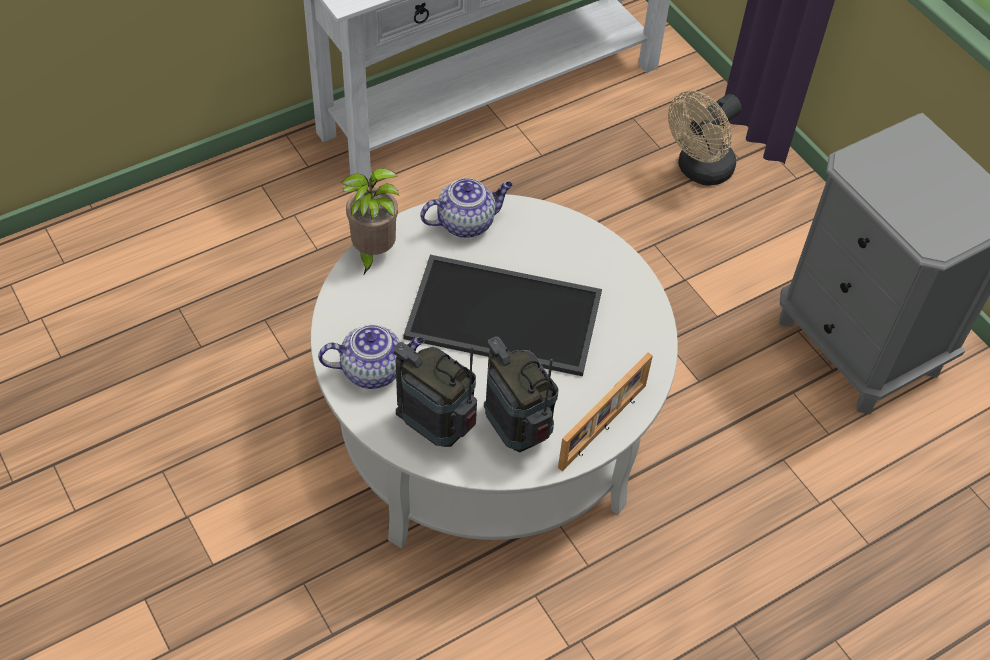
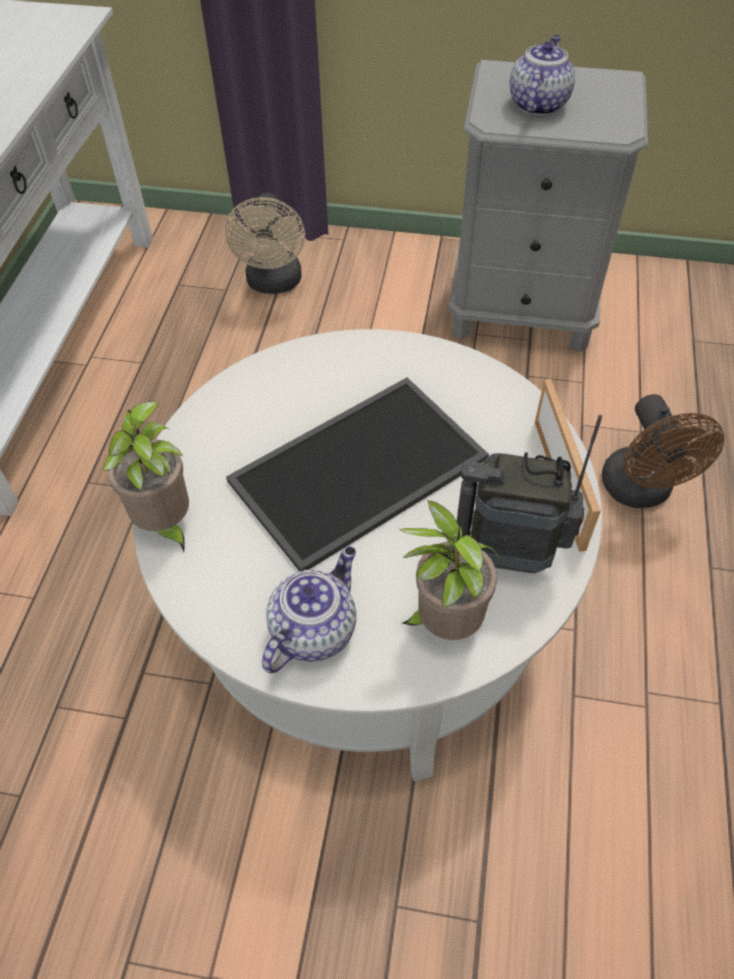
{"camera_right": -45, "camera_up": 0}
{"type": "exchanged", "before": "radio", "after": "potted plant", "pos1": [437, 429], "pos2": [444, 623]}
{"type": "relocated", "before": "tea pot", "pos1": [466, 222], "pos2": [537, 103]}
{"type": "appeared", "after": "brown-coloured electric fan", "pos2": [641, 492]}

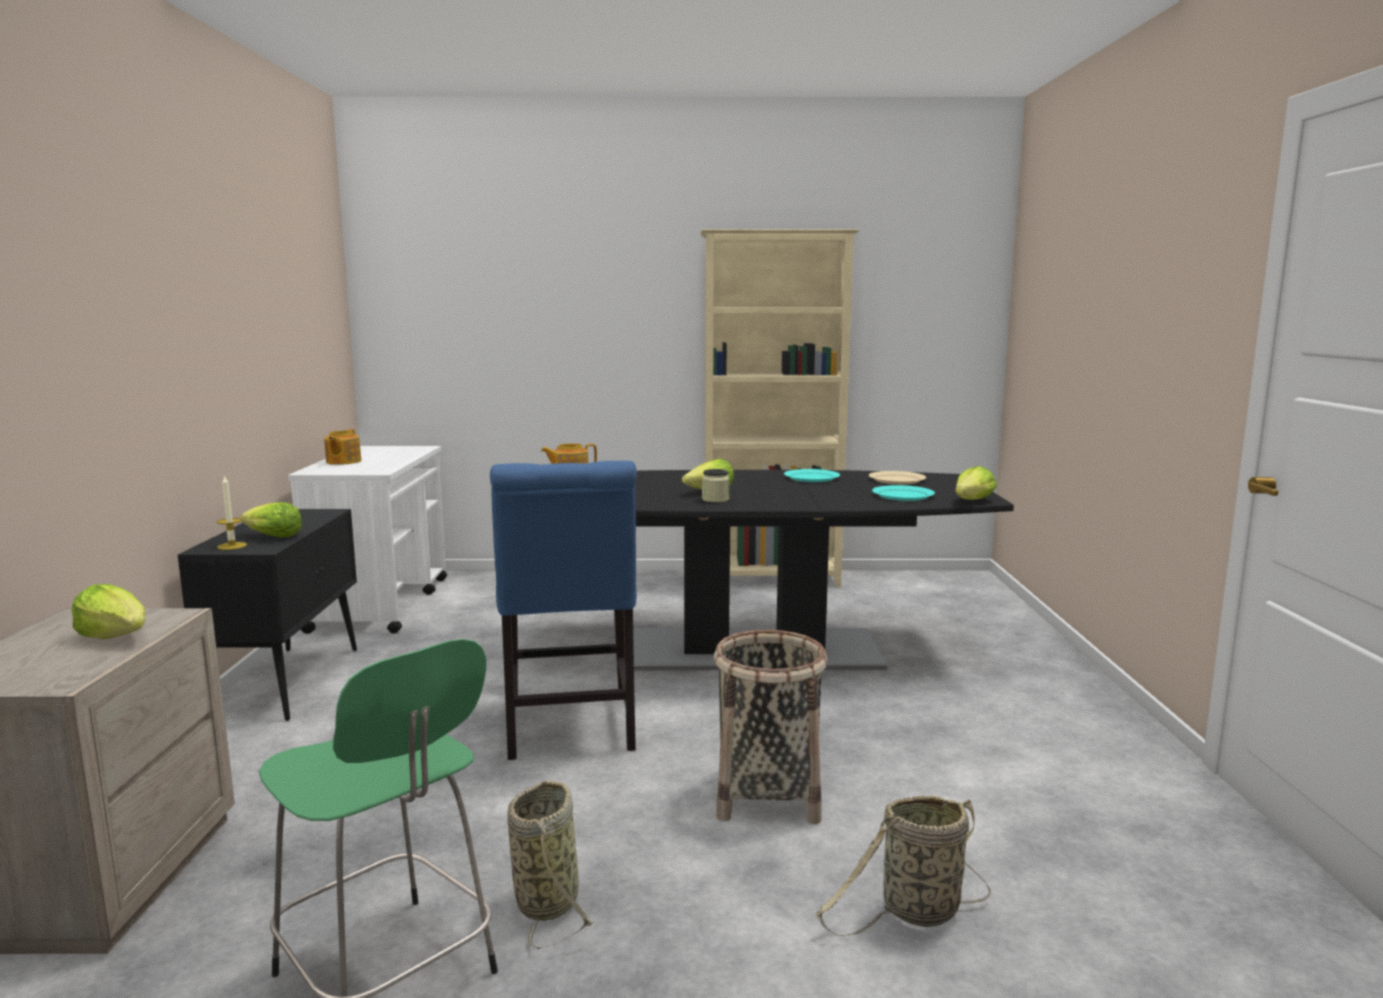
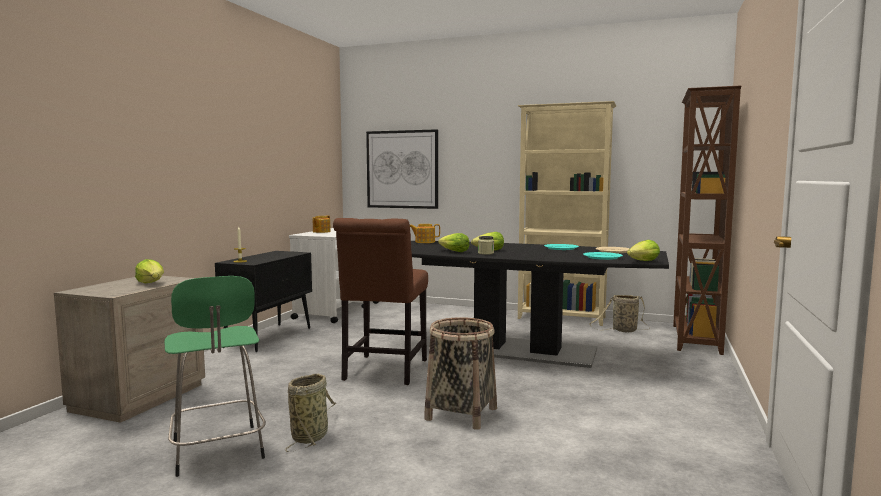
{"camera_right": 20, "camera_up": -5}
{"type": "relocated", "before": "lettuce", "pos1": [272, 536], "pos2": [454, 251]}
{"type": "colour", "before": "blue-coloured chair", "after": "brown-coloured chair", "pos1": [569, 728], "pos2": [383, 371]}
{"type": "relocated", "before": "storage basket", "pos1": [915, 913], "pos2": [622, 330]}
{"type": "appeared", "after": "wall picture", "pos2": [402, 169]}
{"type": "appeared", "after": "brown-coloured bookcase", "pos2": [695, 339]}

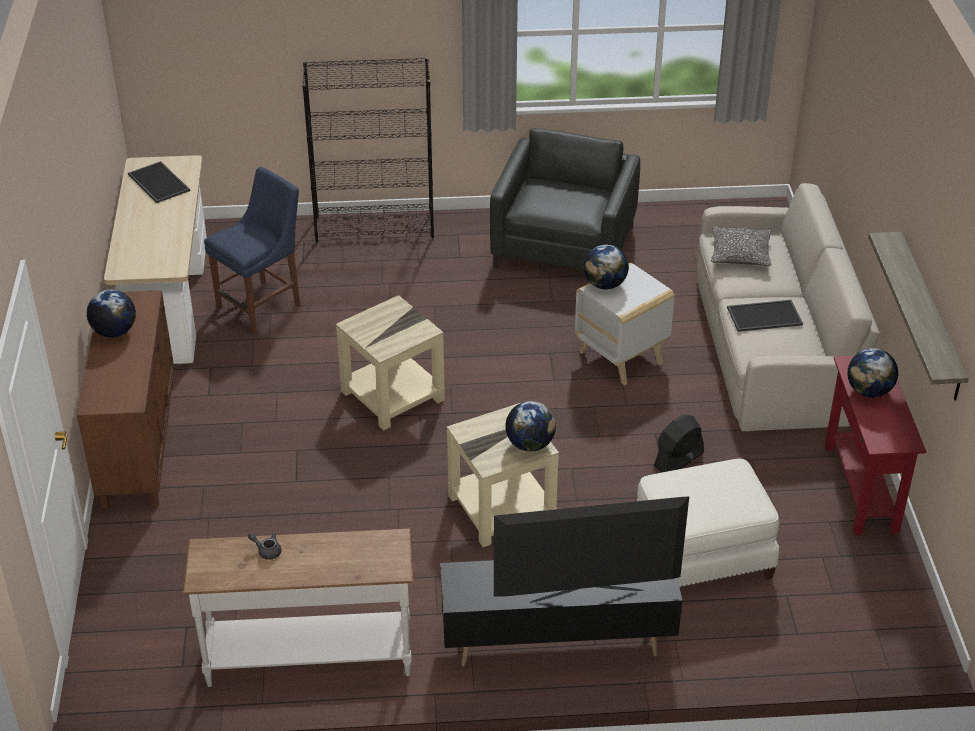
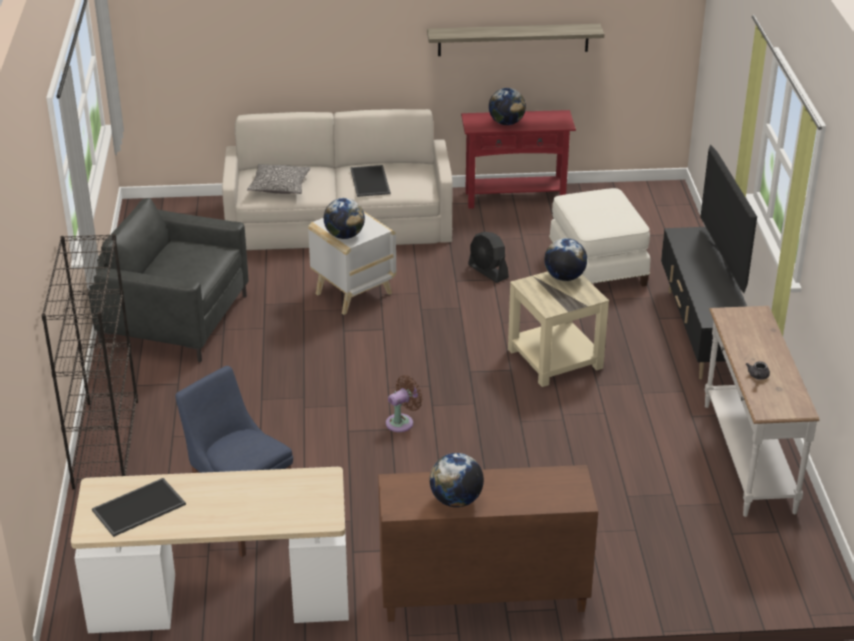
{"camera_right": -90, "camera_up": -5}
{"type": "exchanged", "before": "sand-coloured accent table", "after": "brown-coloured electric fan", "pos1": [392, 394], "pos2": [402, 422]}

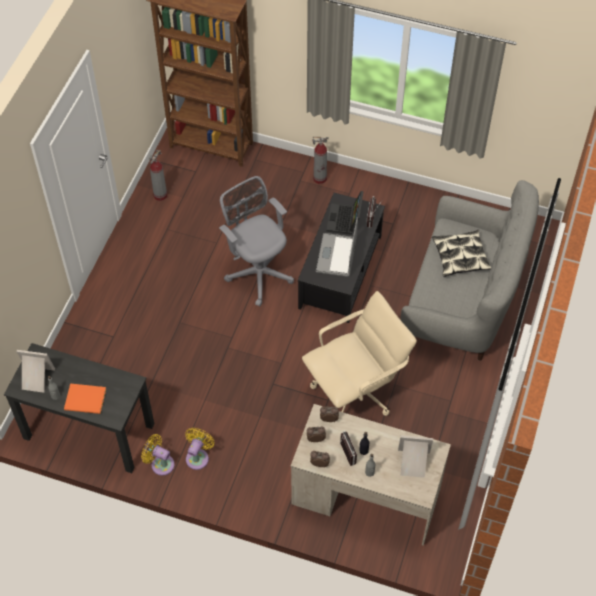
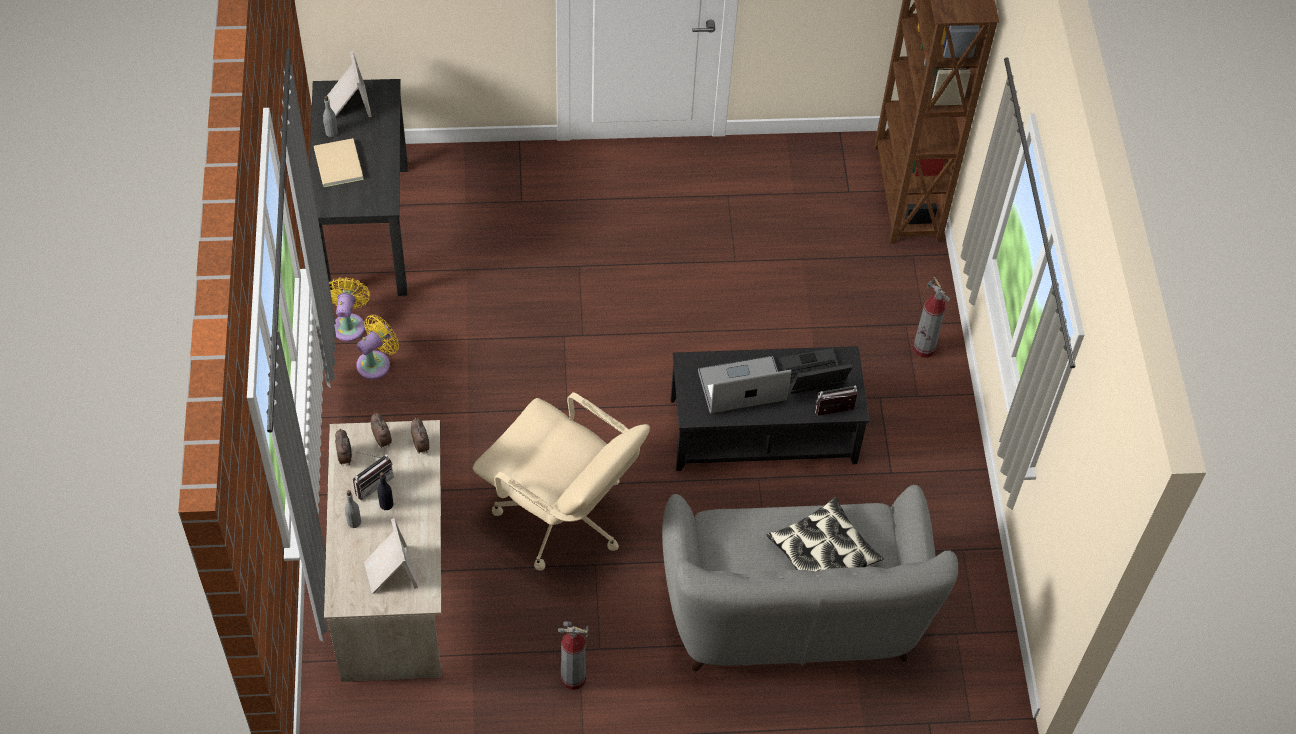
{"camera_right": 65, "camera_up": 0}
{"type": "colour", "before": "orangey volume", "after": "sand-coloured volume", "pos1": [86, 400], "pos2": [337, 165]}
{"type": "relocated", "before": "extinguisher", "pos1": [160, 195], "pos2": [573, 678]}
{"type": "spun", "before": "yellow-coloured electric fan", "pos1": [198, 457], "pos2": [376, 363], "turn": -45}
{"type": "missing", "before": "grey office chair", "pos1": [258, 271]}

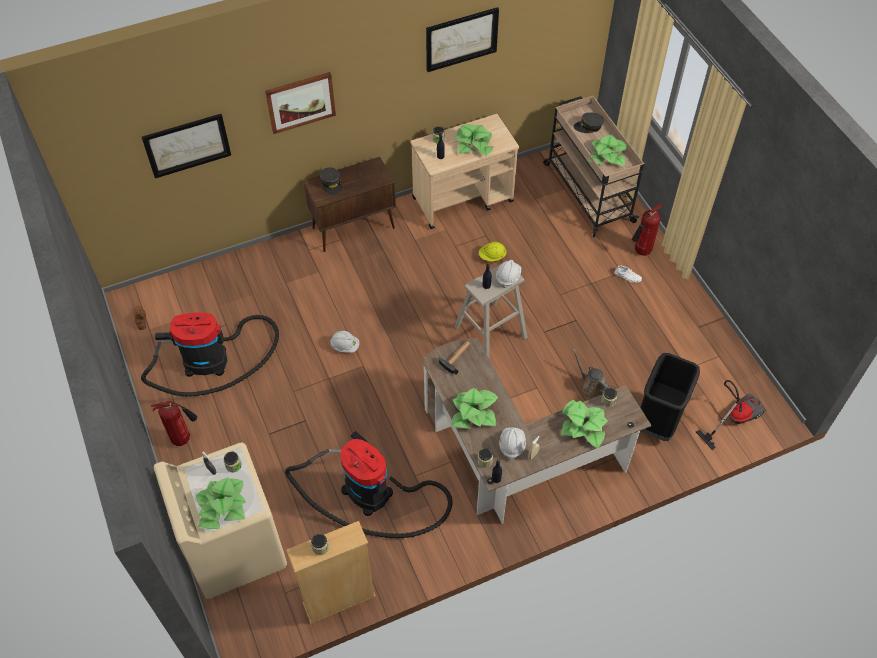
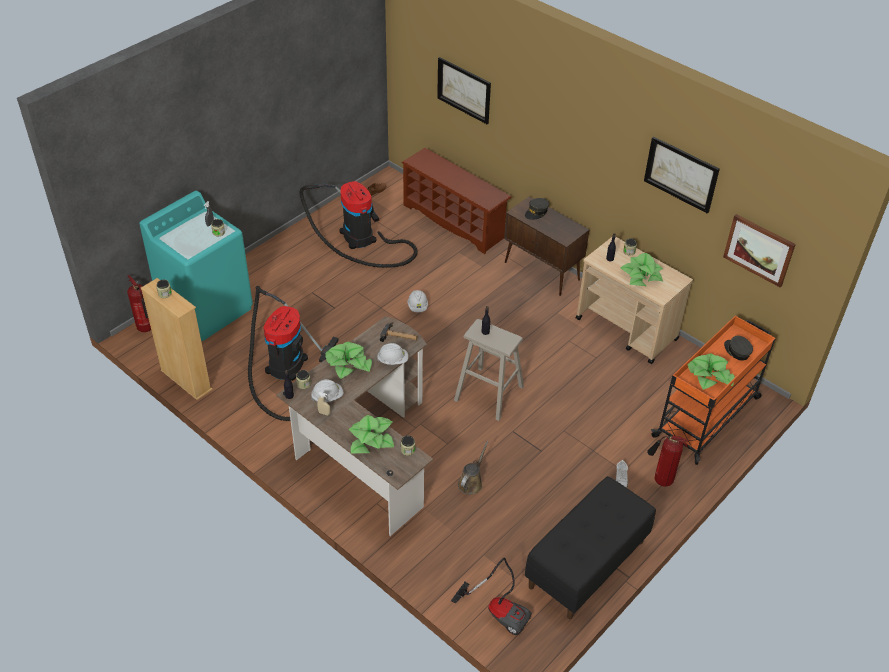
{"camera_right": 65, "camera_up": -10}
{"type": "relocated", "before": "extinguisher", "pos1": [183, 438], "pos2": [147, 329]}
{"type": "colour", "before": "sand-coloured washing machine", "after": "turquoise-coloured washing machine", "pos1": [235, 548], "pos2": [207, 308]}
{"type": "missing", "before": "potted plant", "pos1": [222, 506]}
{"type": "relocated", "before": "wall picture", "pos1": [300, 102], "pos2": [759, 249]}
{"type": "missing", "before": "yellow-coloured safety helmet", "pos1": [492, 257]}
{"type": "relocated", "before": "white-coloured safety helmet", "pos1": [508, 277], "pos2": [393, 360]}
{"type": "colour", "before": "sand-coloured trolley", "after": "orangey trolley", "pos1": [587, 191], "pos2": [707, 416]}
{"type": "missing", "before": "black rubbish bin", "pos1": [658, 421]}
{"type": "appeared", "after": "brown-coloured shoe shelf", "pos2": [454, 221]}
{"type": "appeared", "after": "black indoor bench", "pos2": [586, 565]}

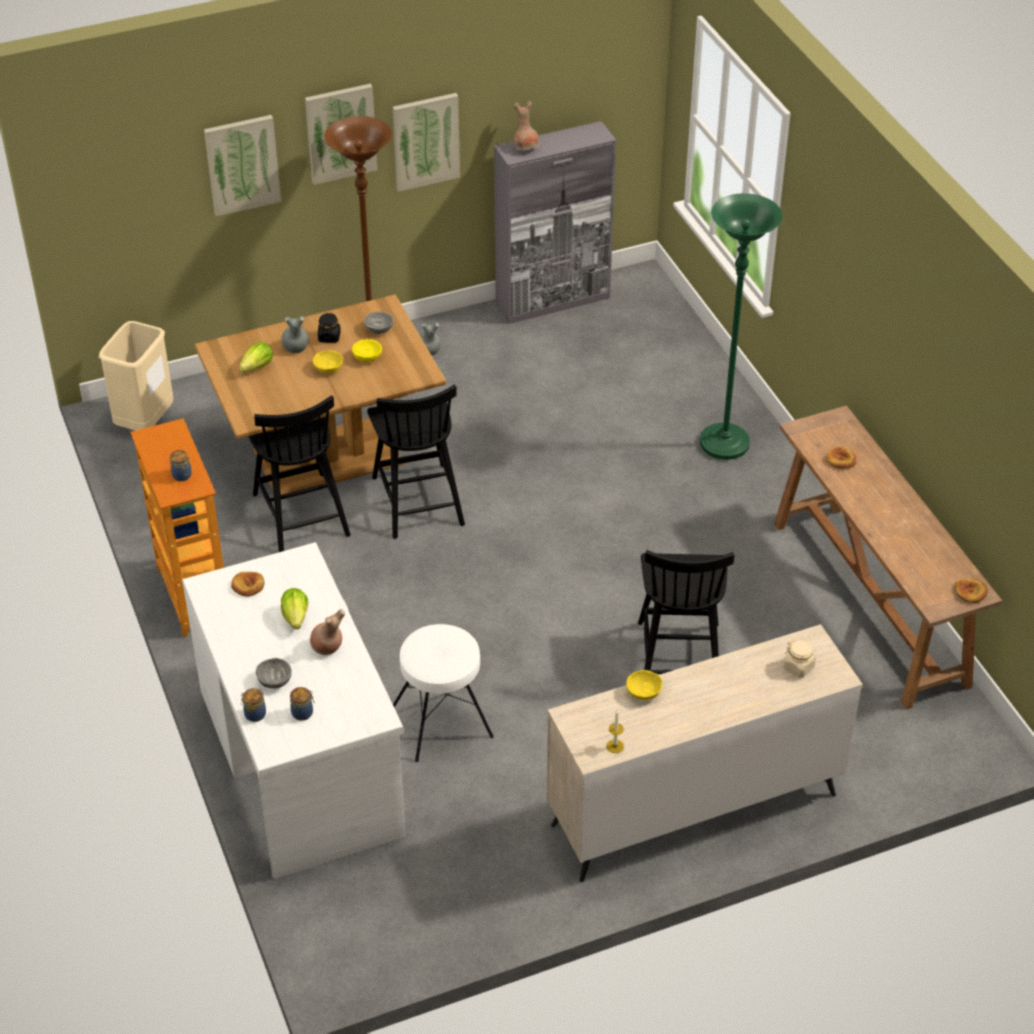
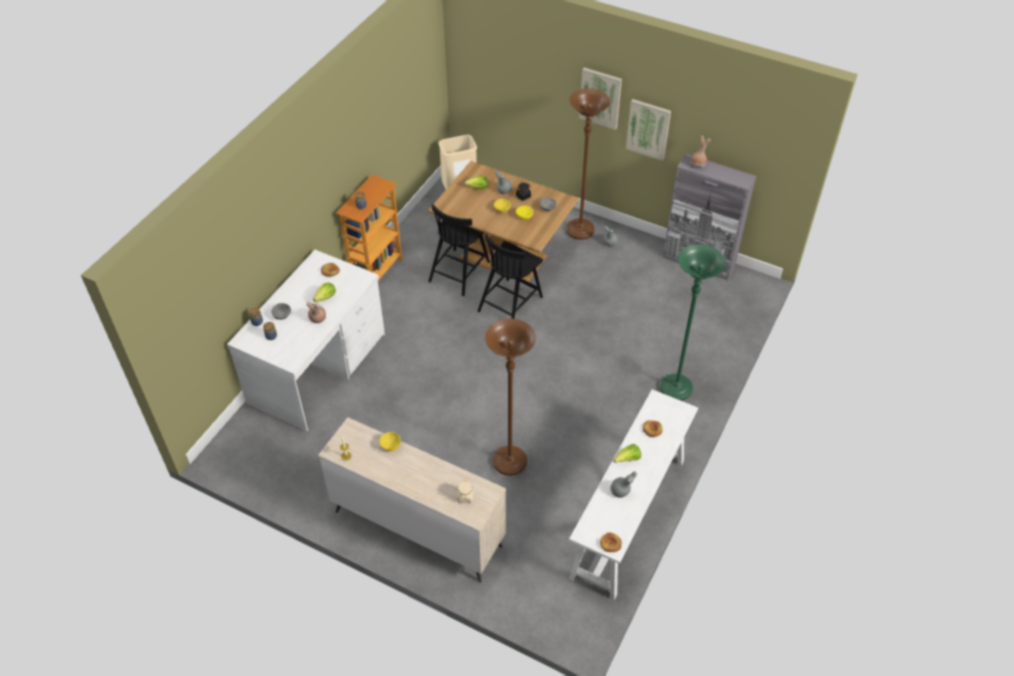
{"camera_right": 50, "camera_up": 5}
{"type": "missing", "before": "wall picture", "pos1": [242, 164]}
{"type": "missing", "before": "white-coloured stool", "pos1": [442, 723]}
{"type": "exchanged", "before": "black chair", "after": "brown-coloured standard lamp", "pos1": [679, 657], "pos2": [509, 462]}
{"type": "colour", "before": "brown-coloured hall table", "after": "white-coloured hall table", "pos1": [870, 603], "pos2": [628, 518]}
{"type": "appeared", "after": "grey decorative vase", "pos2": [620, 492]}
{"type": "appeared", "after": "lettuce", "pos2": [627, 459]}

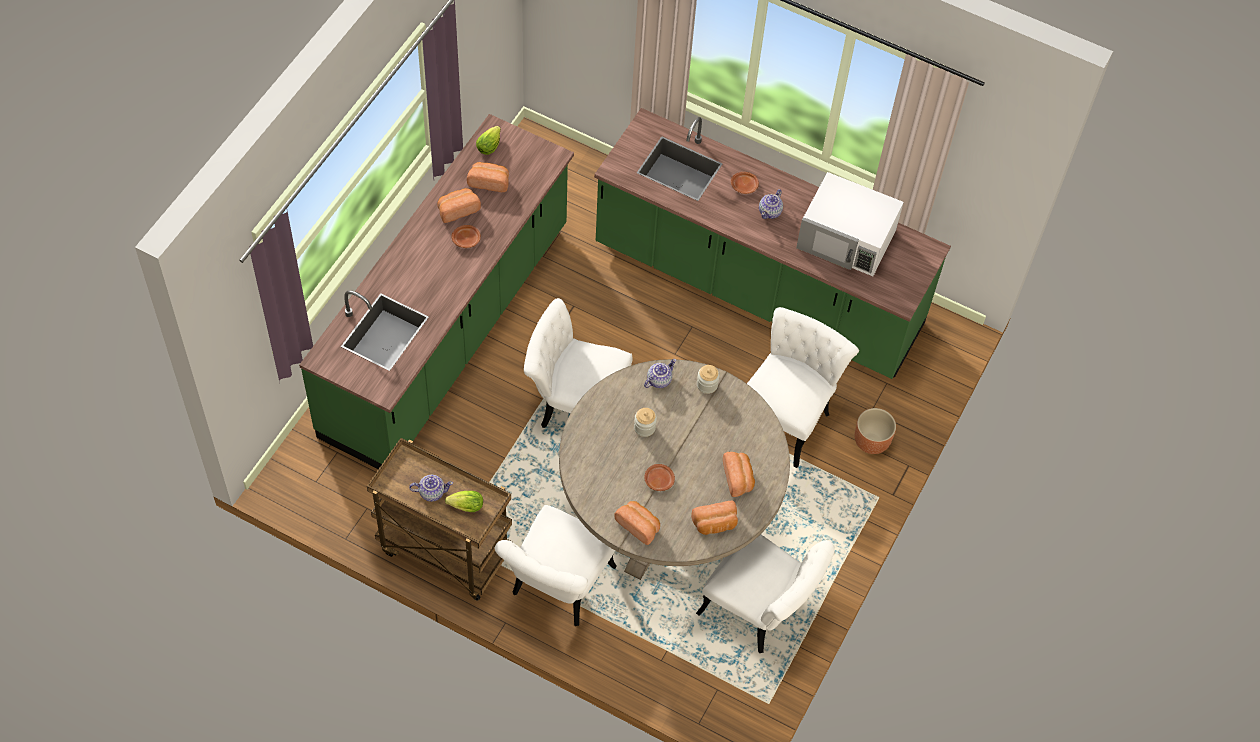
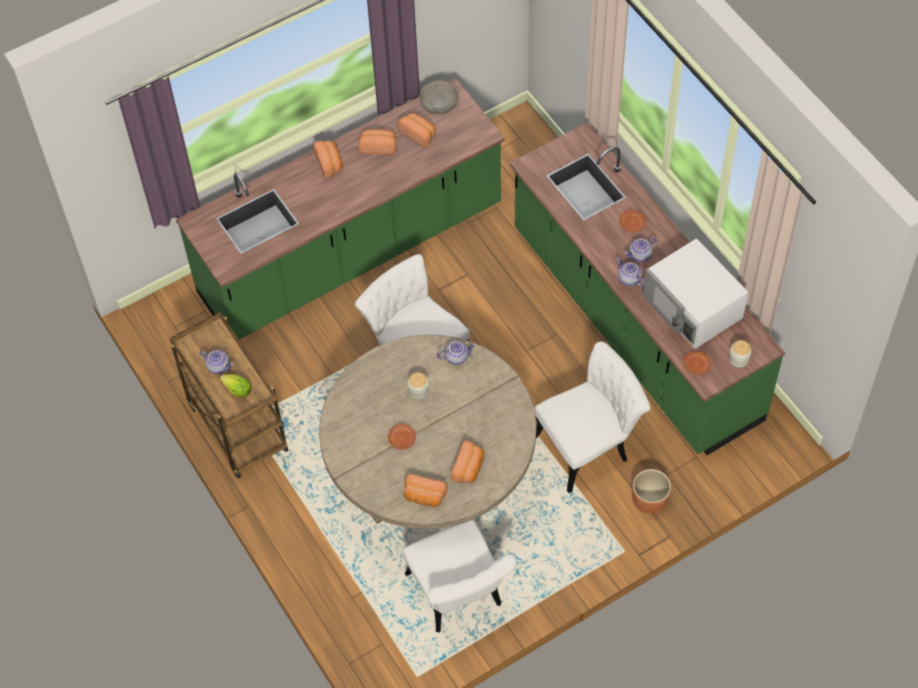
{"camera_right": 35, "camera_up": 0}
{"type": "relocated", "before": "brown-coloured plate", "pos1": [466, 239], "pos2": [697, 366]}
{"type": "exchanged", "before": "lettuce", "after": "grey bowl", "pos1": [490, 145], "pos2": [439, 104]}
{"type": "missing", "before": "white-coloured chair", "pos1": [557, 589]}
{"type": "relocated", "before": "baked bread", "pos1": [638, 525], "pos2": [329, 163]}
{"type": "relocated", "before": "storage jar", "pos1": [707, 385], "pos2": [739, 359]}
{"type": "appeared", "after": "tea pot", "pos2": [629, 279]}

